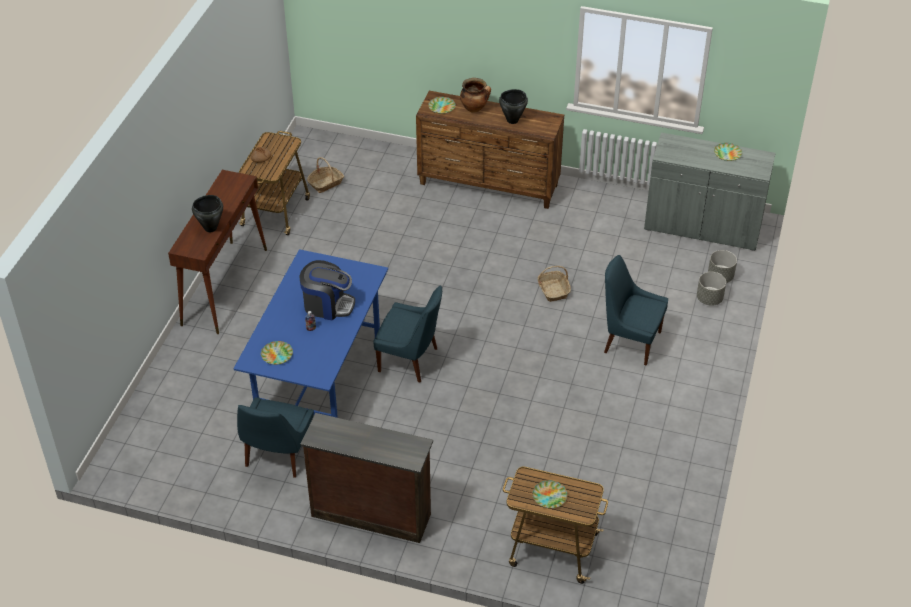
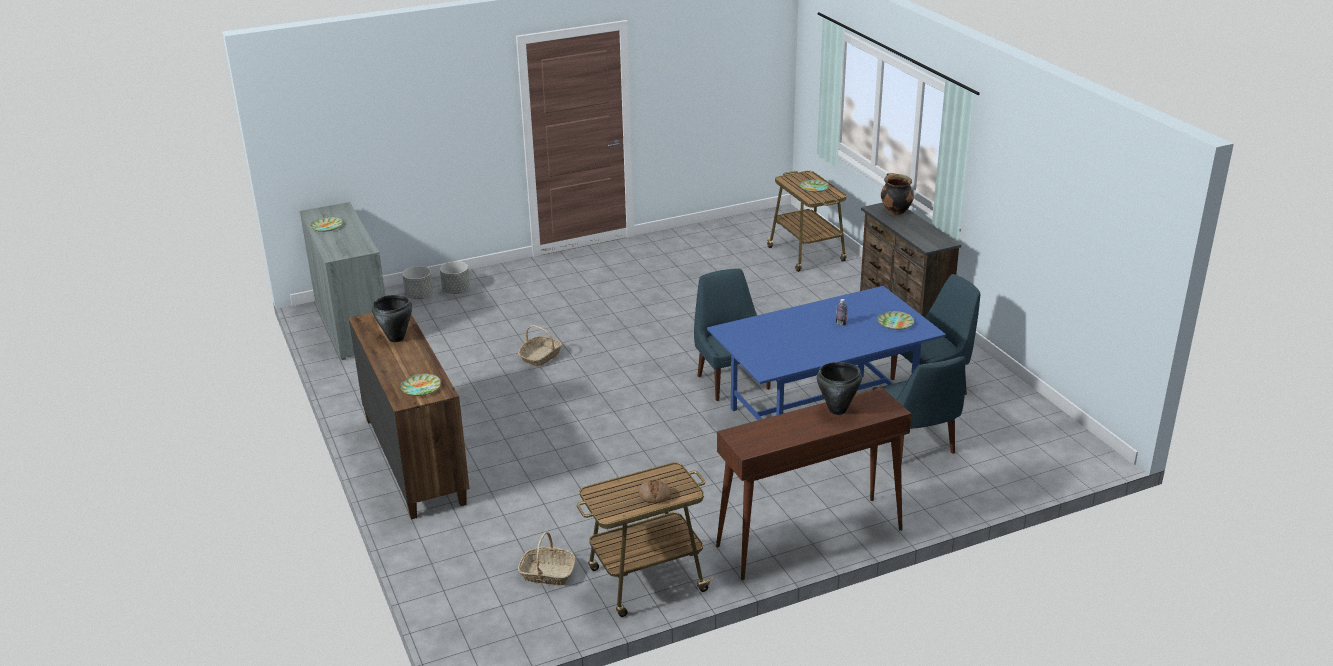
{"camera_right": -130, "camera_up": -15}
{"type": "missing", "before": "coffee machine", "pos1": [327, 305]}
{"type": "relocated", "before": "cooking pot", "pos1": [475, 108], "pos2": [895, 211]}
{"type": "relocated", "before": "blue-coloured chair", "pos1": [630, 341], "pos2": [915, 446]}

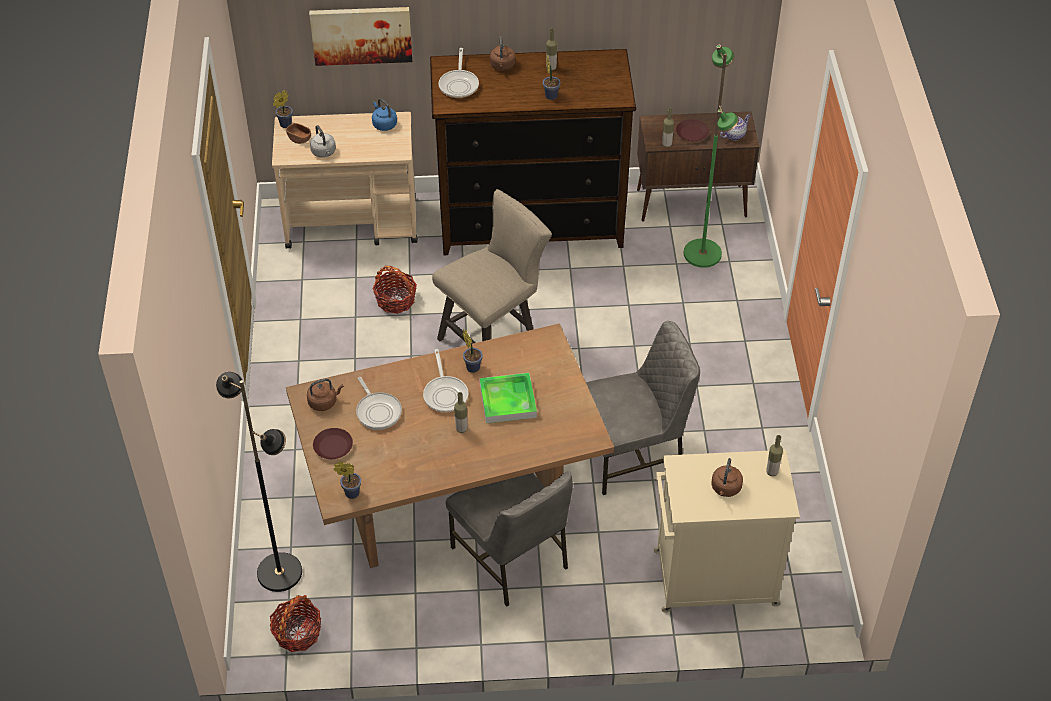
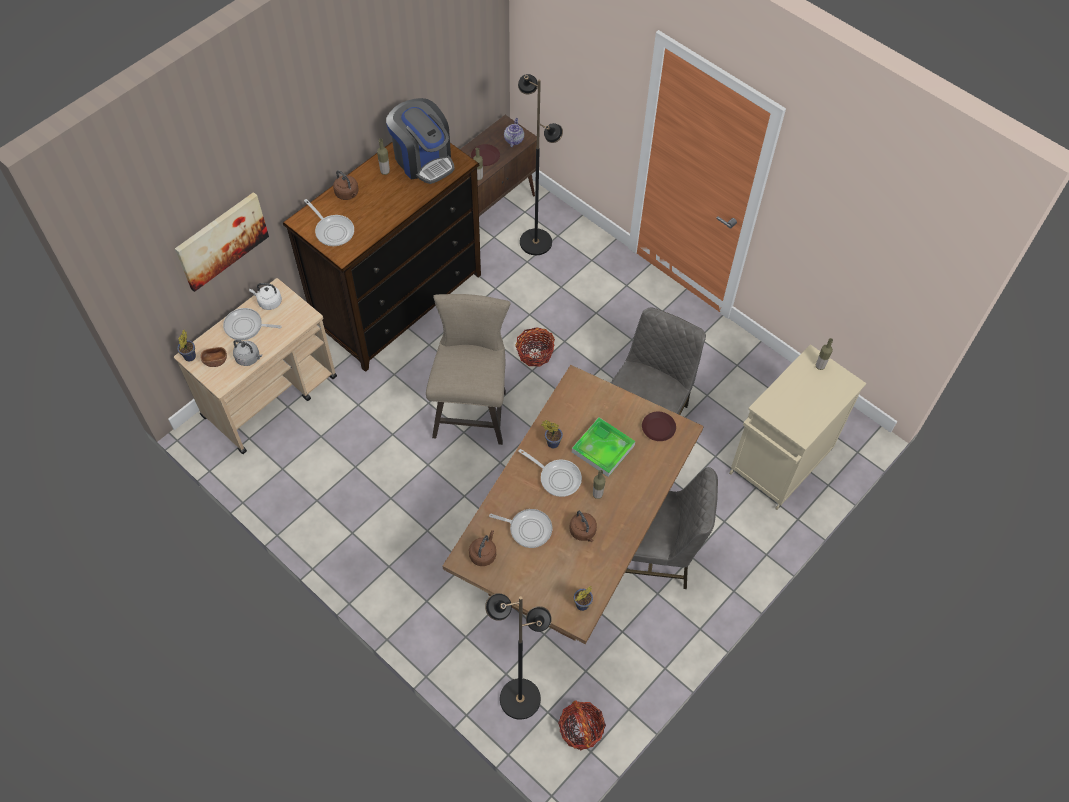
{"camera_right": -45, "camera_up": 10}
{"type": "relocated", "before": "brown-coloured plate", "pos1": [332, 446], "pos2": [658, 428]}
{"type": "colour", "before": "blue-coloured water kettle", "after": "white-coloured water kettle", "pos1": [384, 124], "pos2": [268, 302]}
{"type": "relocated", "before": "storage basket", "pos1": [396, 300], "pos2": [535, 353]}
{"type": "missing", "before": "potted plant", "pos1": [551, 95]}
{"type": "colour", "before": "green standard lamp", "after": "black standard lamp", "pos1": [703, 253], "pos2": [536, 242]}
{"type": "relocated", "before": "brown-coloured water kettle", "pos1": [725, 489], "pos2": [583, 532]}
{"type": "appeared", "after": "frying pan", "pos2": [246, 326]}
{"type": "appeared", "after": "coffee machine", "pos2": [423, 160]}

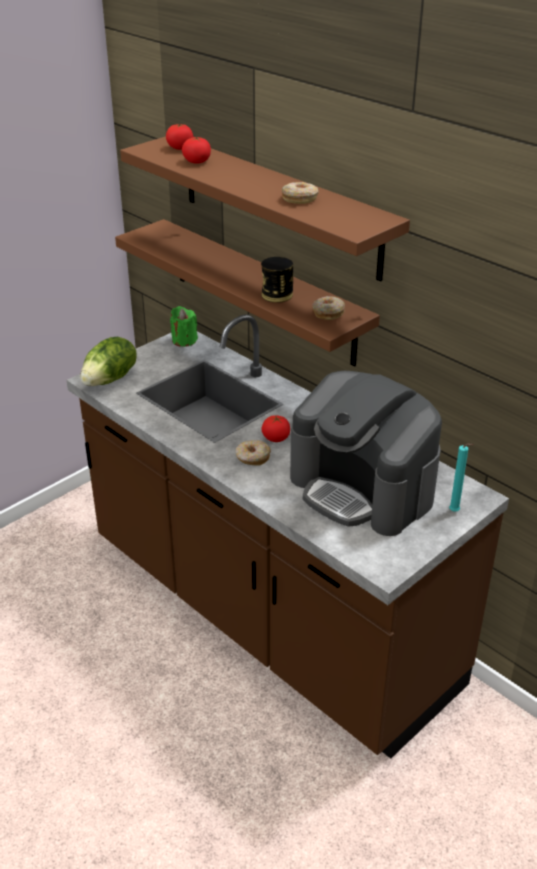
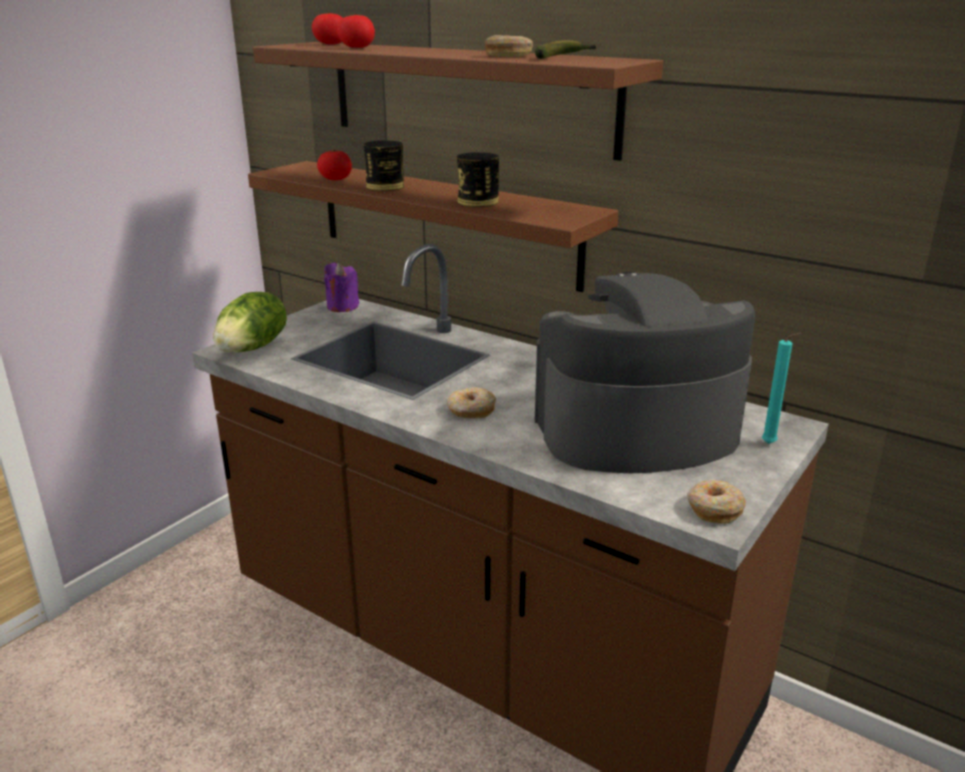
{"camera_right": -10, "camera_up": -10}
{"type": "colour", "before": "green wax candle", "after": "purplish wax candle", "pos1": [184, 340], "pos2": [342, 306]}
{"type": "relocated", "before": "tomato", "pos1": [276, 438], "pos2": [335, 179]}
{"type": "spun", "before": "coffee machine", "pos1": [363, 489], "pos2": [635, 430], "turn": 135}
{"type": "relocated", "before": "donut", "pos1": [328, 313], "pos2": [714, 509]}
{"type": "appeared", "after": "sealed can", "pos2": [385, 186]}
{"type": "appeared", "after": "banana fruit", "pos2": [563, 58]}

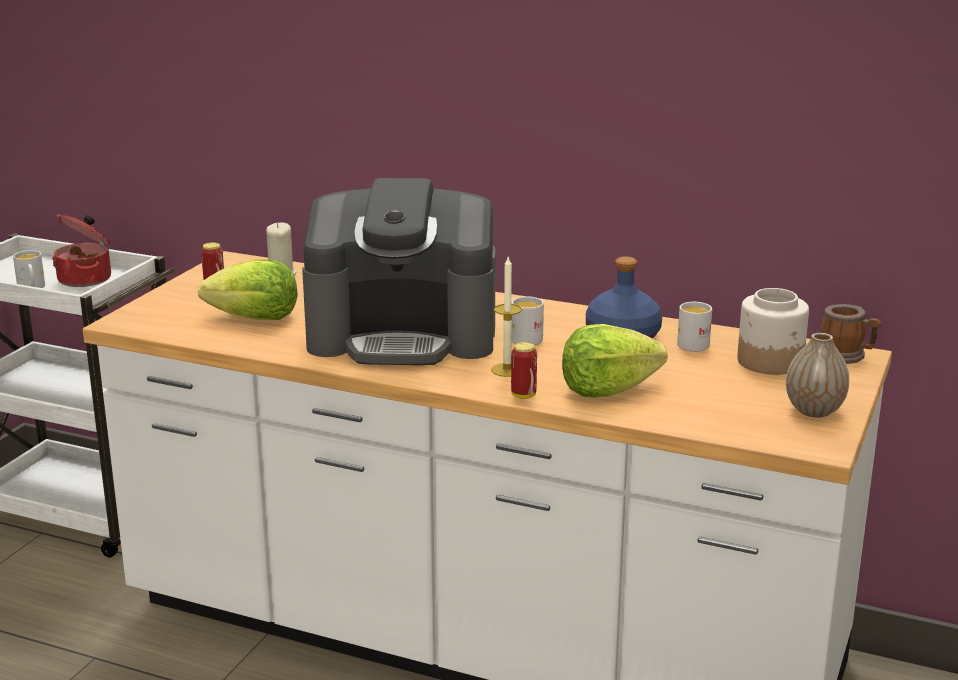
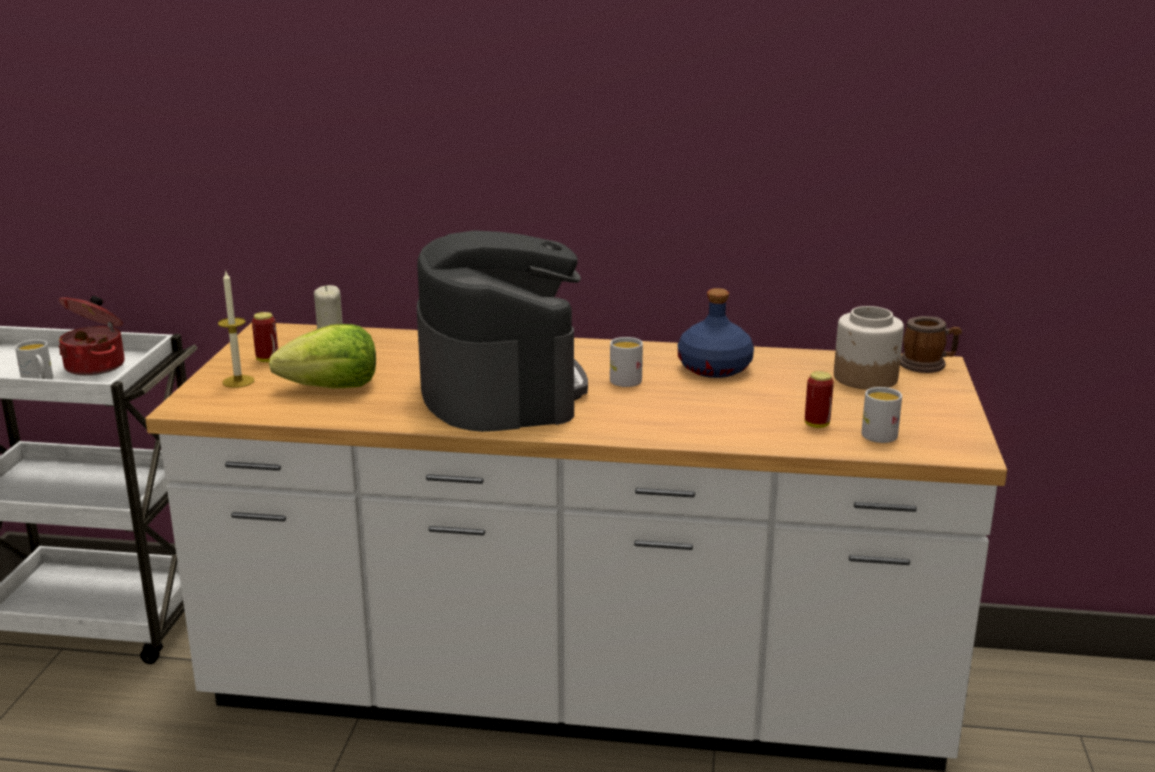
{"camera_right": -15, "camera_up": 0}
{"type": "spun", "before": "coffee machine", "pos1": [404, 335], "pos2": [500, 389], "turn": -90}
{"type": "relocated", "before": "wax candle", "pos1": [507, 370], "pos2": [238, 381]}
{"type": "relocated", "before": "sealed can", "pos1": [523, 395], "pos2": [816, 425]}
{"type": "missing", "before": "lettuce", "pos1": [607, 390]}
{"type": "relocated", "before": "white-coloured coffee mug", "pos1": [694, 343], "pos2": [877, 433]}
{"type": "missing", "before": "decorative vase", "pos1": [814, 411]}

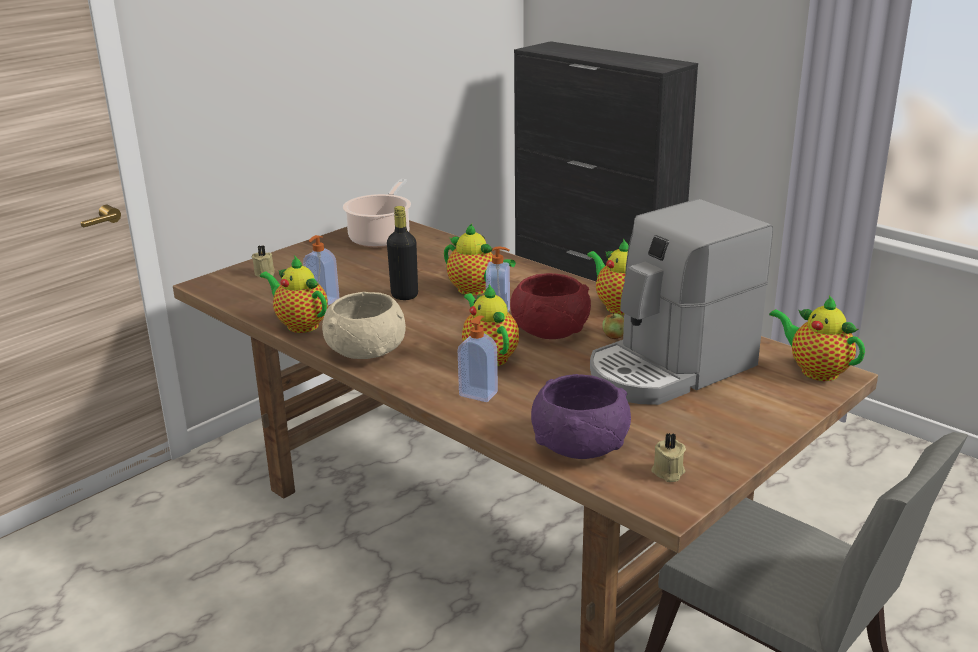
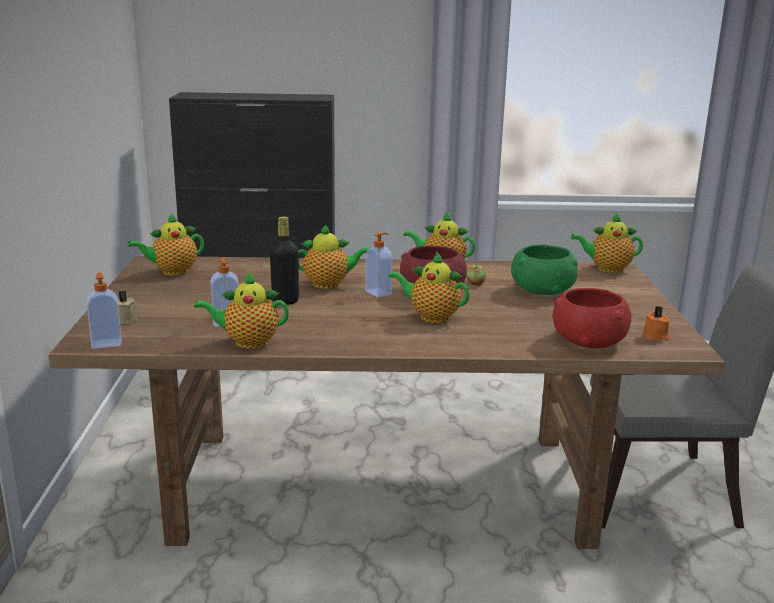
{"camera_right": -45, "camera_up": -5}
{"type": "missing", "before": "sand-coloured bowl", "pos1": [366, 351]}
{"type": "exchanged", "before": "cooking pot", "after": "tea pot", "pos1": [381, 237], "pos2": [172, 271]}
{"type": "relocated", "before": "liquid soap bottle", "pos1": [479, 393], "pos2": [106, 343]}
{"type": "colour", "before": "purplish bowl", "after": "reddish bowl", "pos1": [579, 445], "pos2": [589, 341]}
{"type": "exchanged", "before": "coffee machine", "after": "green bowl", "pos1": [669, 369], "pos2": [542, 290]}
{"type": "colour", "before": "sand-coloured wax candle", "after": "orangey wax candle", "pos1": [668, 473], "pos2": [656, 337]}

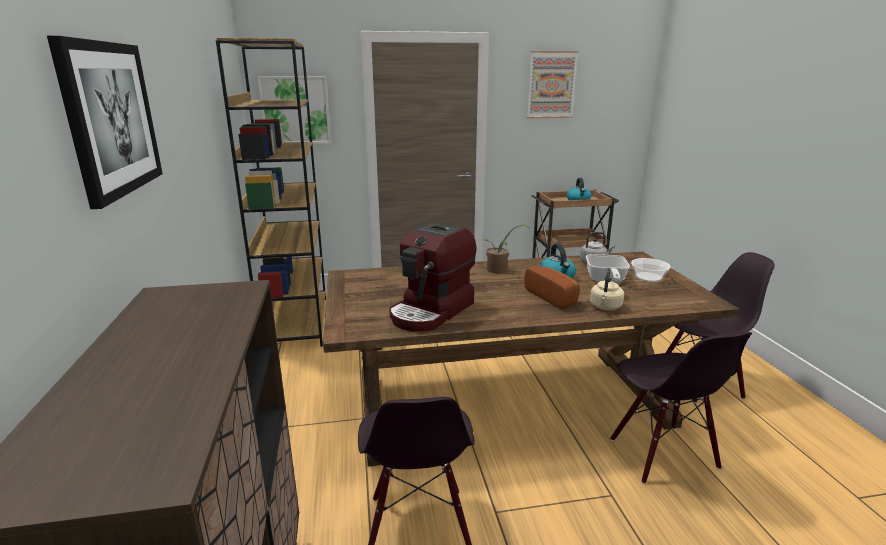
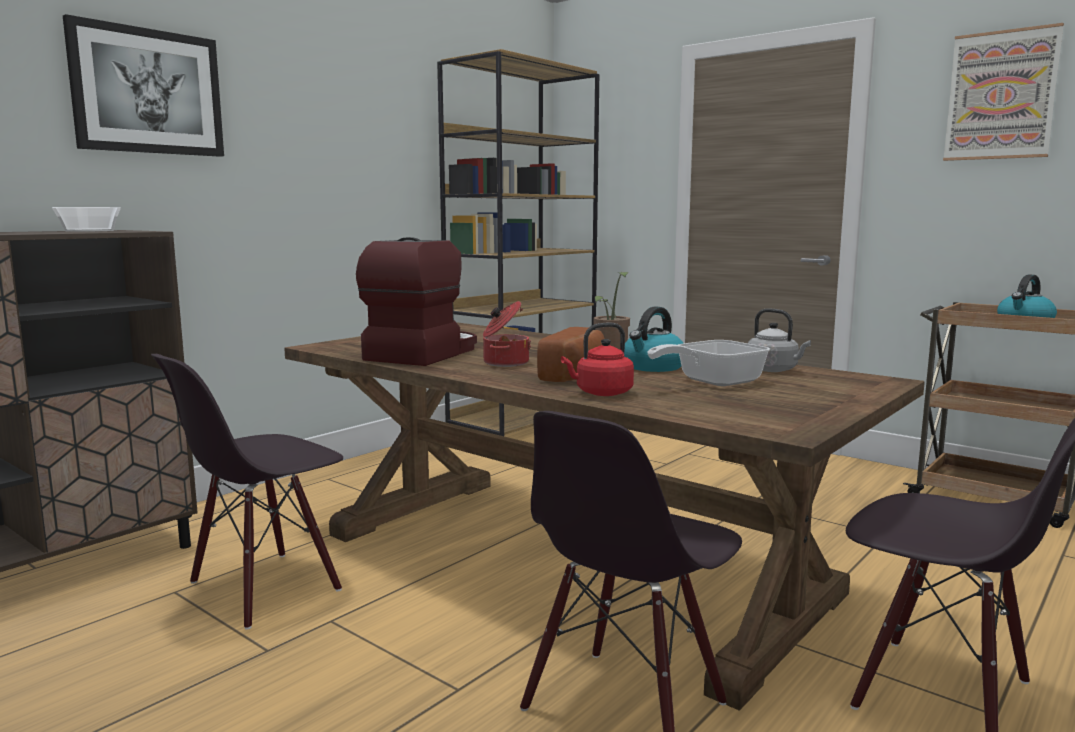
{"camera_right": 50, "camera_up": -10}
{"type": "missing", "before": "wall picture", "pos1": [295, 110]}
{"type": "spun", "before": "coffee machine", "pos1": [432, 311], "pos2": [422, 353], "turn": 120}
{"type": "colour", "before": "sand-coloured water kettle", "after": "reddish water kettle", "pos1": [605, 307], "pos2": [601, 393]}
{"type": "relocated", "before": "bowl", "pos1": [648, 277], "pos2": [89, 230]}
{"type": "appeared", "after": "cooking pot", "pos2": [504, 363]}

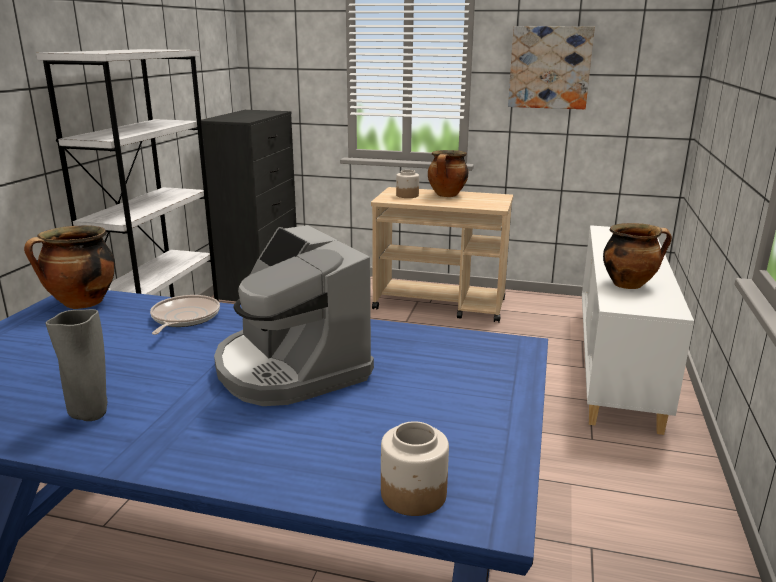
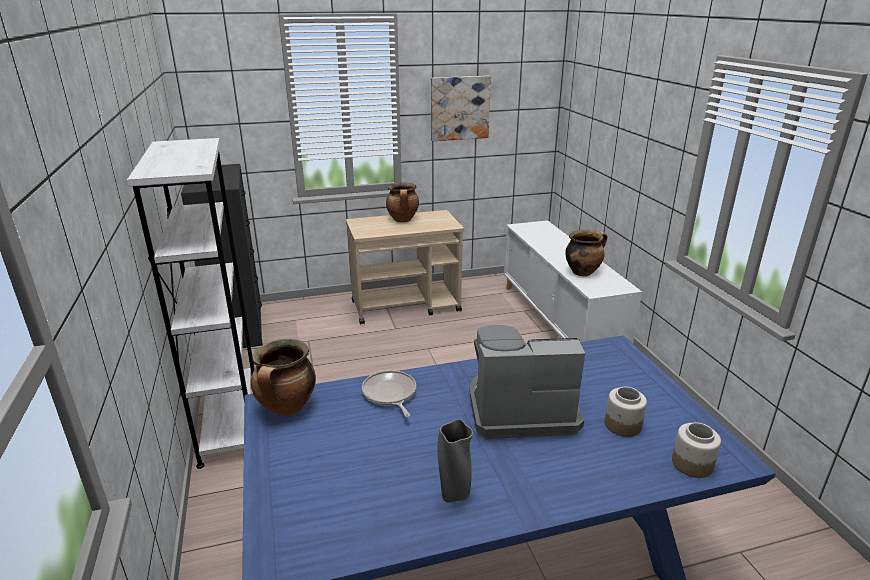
{"camera_right": -30, "camera_up": 5}
{"type": "spun", "before": "coffee machine", "pos1": [290, 368], "pos2": [520, 409], "turn": 150}
{"type": "relocated", "before": "storage jar", "pos1": [407, 195], "pos2": [623, 425]}

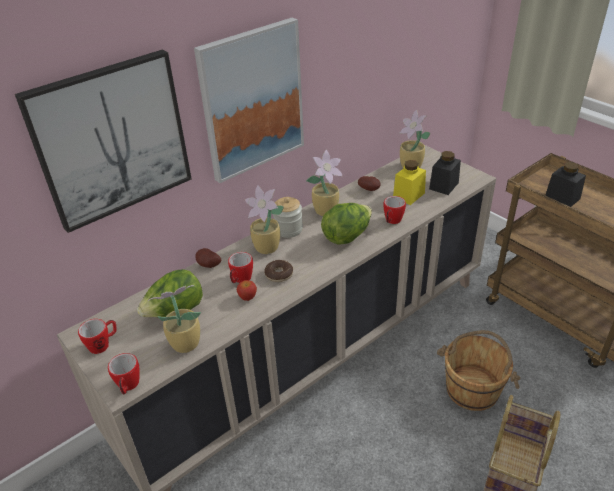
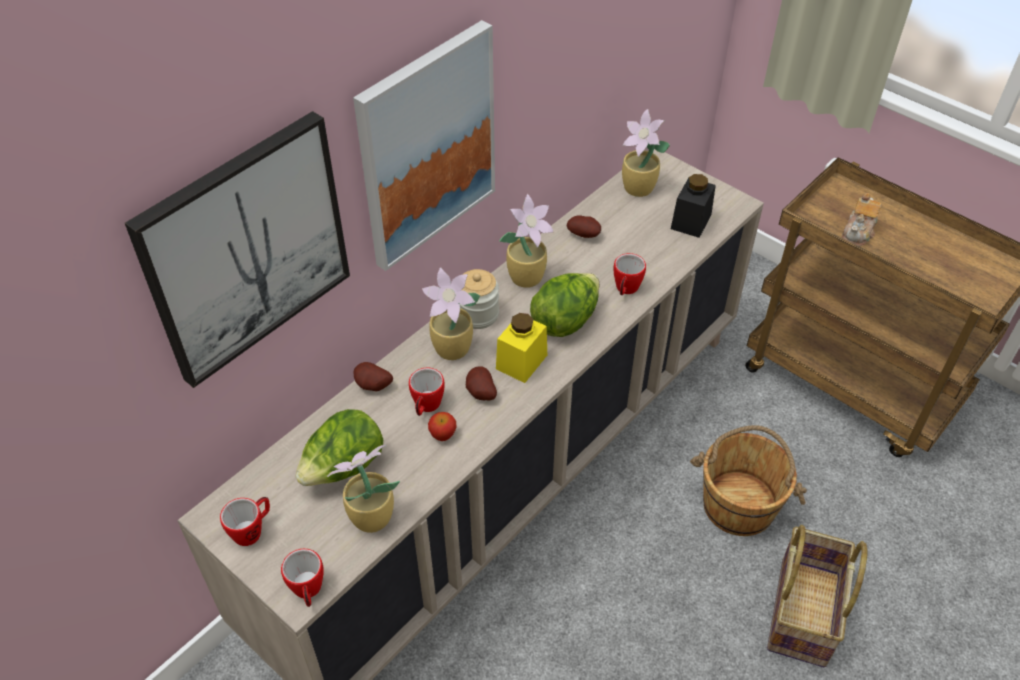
{"camera_right": -10, "camera_up": 10}
{"type": "exchanged", "before": "donut", "after": "whole potato", "pos1": [279, 274], "pos2": [480, 393]}
{"type": "relocated", "before": "yellow-coloured storage jar", "pos1": [408, 195], "pos2": [521, 362]}
{"type": "exchanged", "before": "black storage jar", "after": "tea pot", "pos1": [562, 198], "pos2": [858, 233]}

